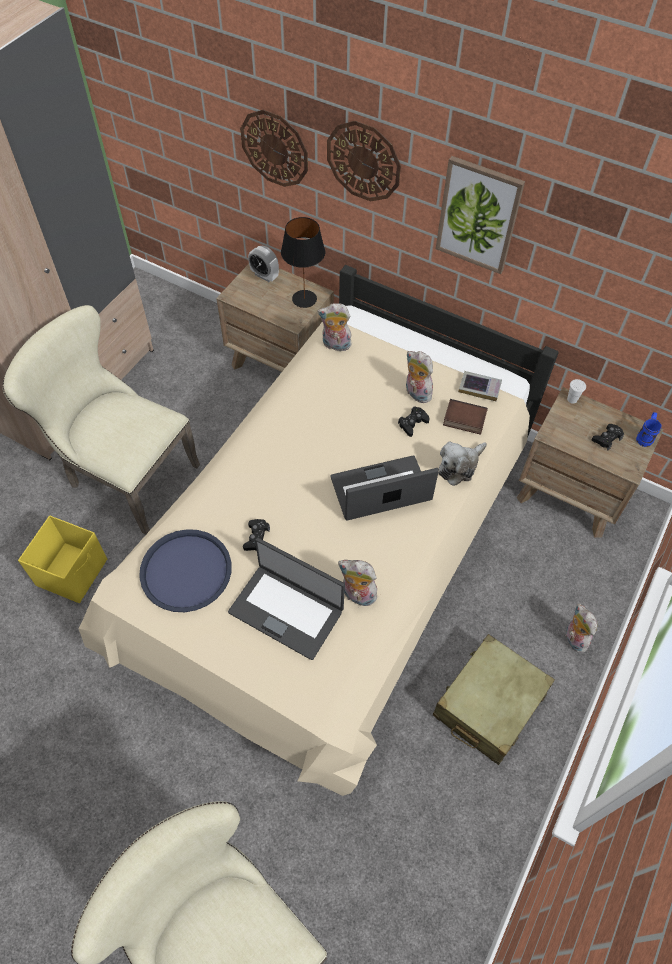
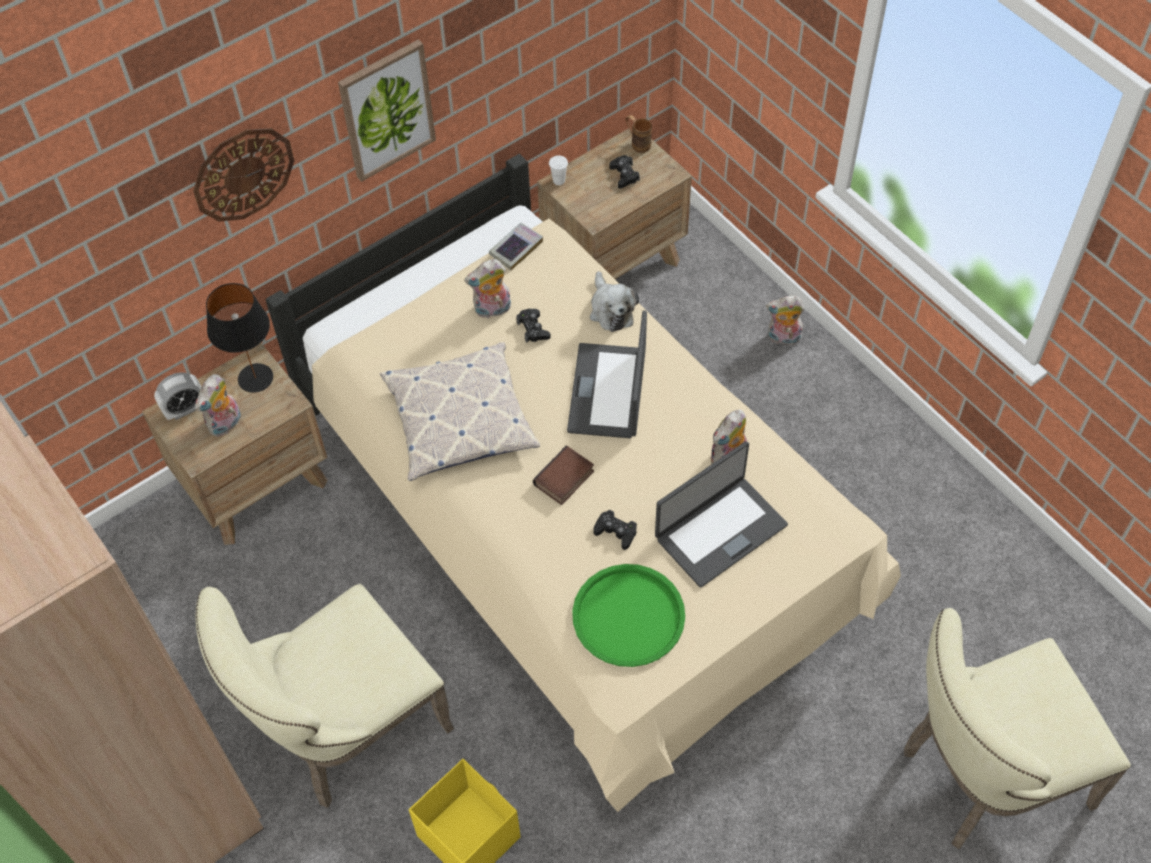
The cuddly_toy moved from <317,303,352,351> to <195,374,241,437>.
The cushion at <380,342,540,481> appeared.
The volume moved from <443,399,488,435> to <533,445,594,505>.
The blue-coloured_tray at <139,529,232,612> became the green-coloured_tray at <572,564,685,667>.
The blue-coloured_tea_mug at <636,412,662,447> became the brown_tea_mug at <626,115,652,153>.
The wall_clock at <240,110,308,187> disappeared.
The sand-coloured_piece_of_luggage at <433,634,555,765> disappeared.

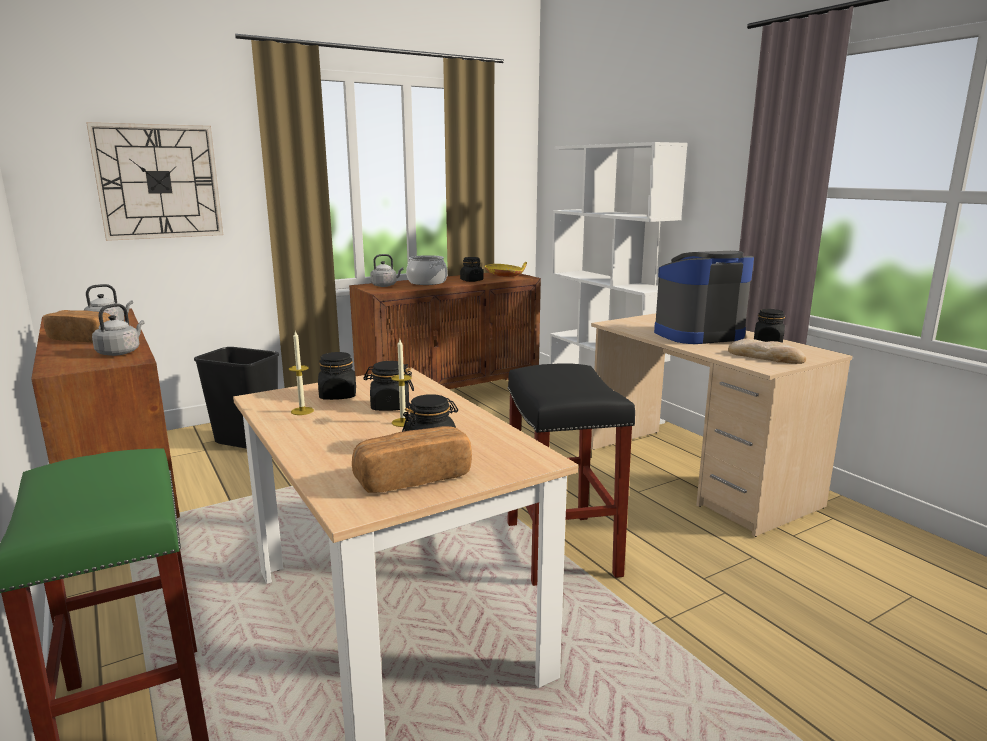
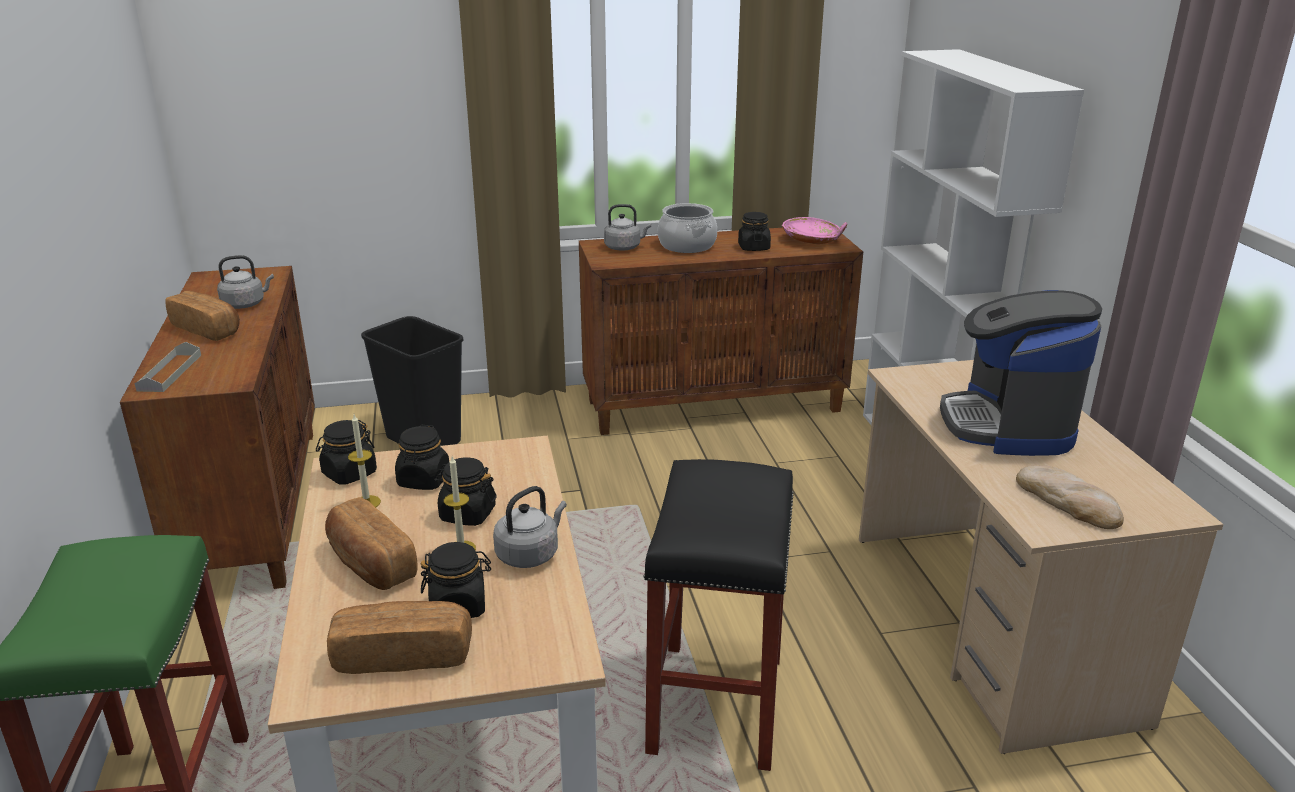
The greyish_tray at <135,342,201,392> appeared.
The blackish_jar moved from <754,309,785,343> to <316,420,377,485>.
The bakery_bread at <325,497,417,590> appeared.
The greyish_tea_kettle moved from <92,304,145,356> to <493,486,567,568>.
The yellow-coloured_bowl at <484,262,527,277> became the pinkish_bowl at <782,217,847,244>.
The coffee_machine at <654,251,754,344> turned 90 degrees counterclockwise.
The wall_clock at <86,122,223,241> disappeared.

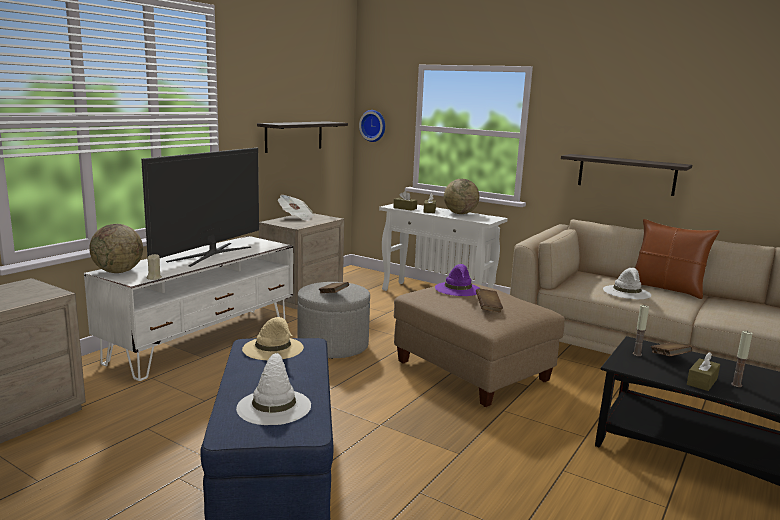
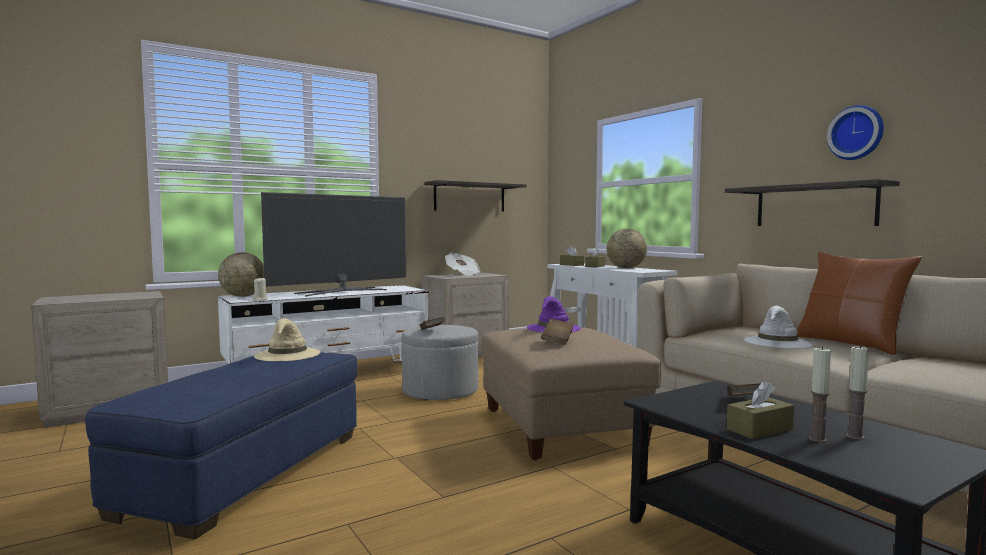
The wall_clock moved from <359,110,385,142> to <827,105,884,160>.
The wax_light moved from <633,305,649,356> to <846,345,869,440>.
The whitish_wearable_hat at <236,353,311,425> disappeared.

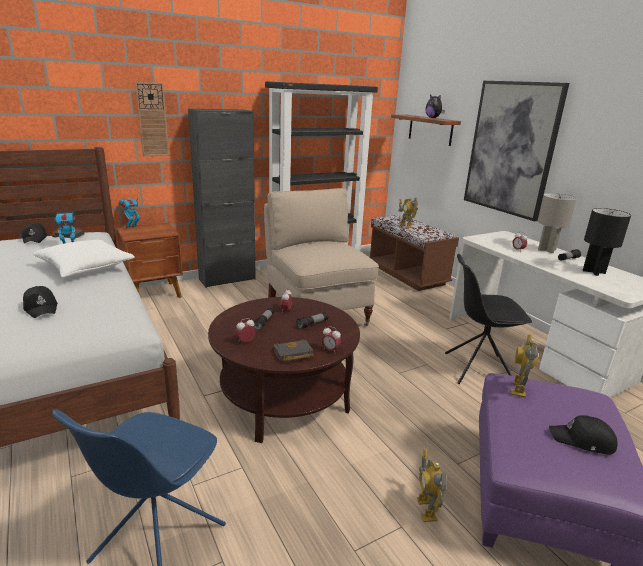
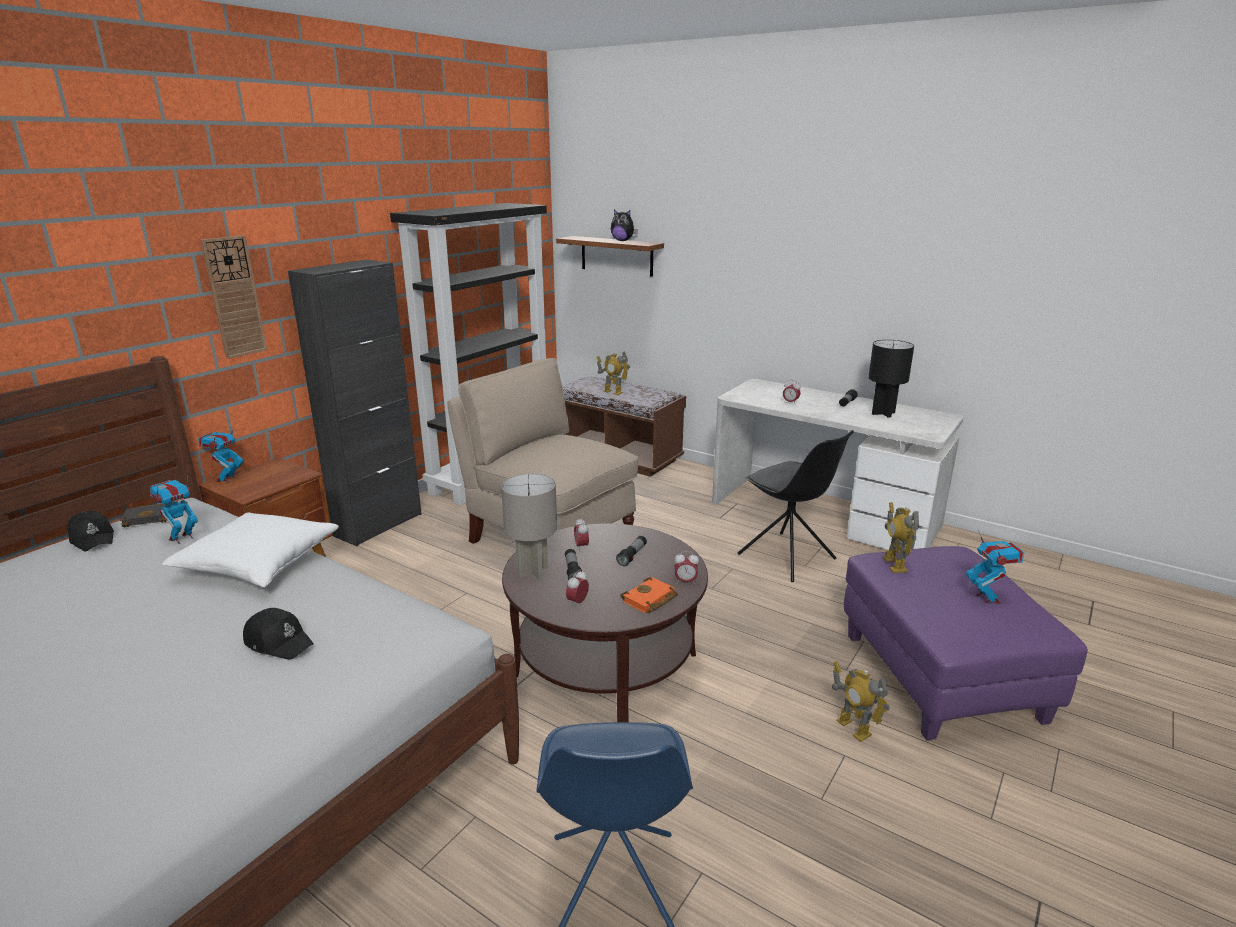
The greyish_table_lamp moved from <538,193,577,253> to <501,474,557,579>.
The blackish_volume at <274,339,314,362> became the orange-coloured_volume at <620,577,678,613>.
The blackish_plain_chair at <445,254,532,384> turned 105 degrees counterclockwise.
The blackish_baseball_cap at <549,415,618,455> was replaced by the robot_figure at <966,530,1024,604>.
The picture at <464,81,569,221> disappeared.

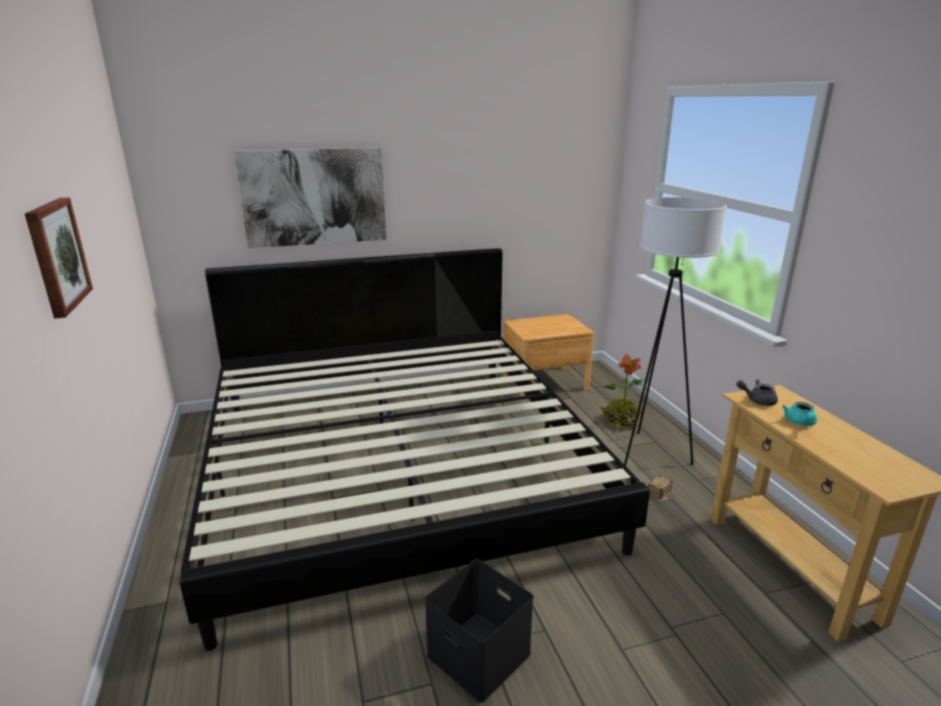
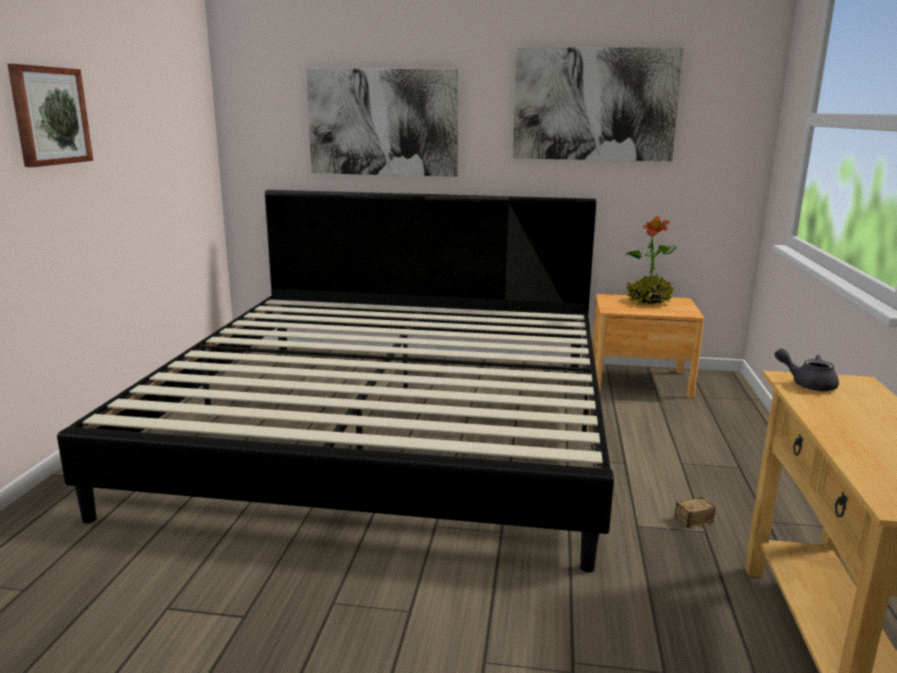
The picture at <513,47,684,161> appeared.
The houseplant moved from <600,354,645,430> to <626,216,677,306>.
The blackish_storage_bin at <425,559,533,703> disappeared.
The whitish_standard_lamp at <624,197,727,466> disappeared.
The blue-green_tea_pot at <782,402,817,426> disappeared.

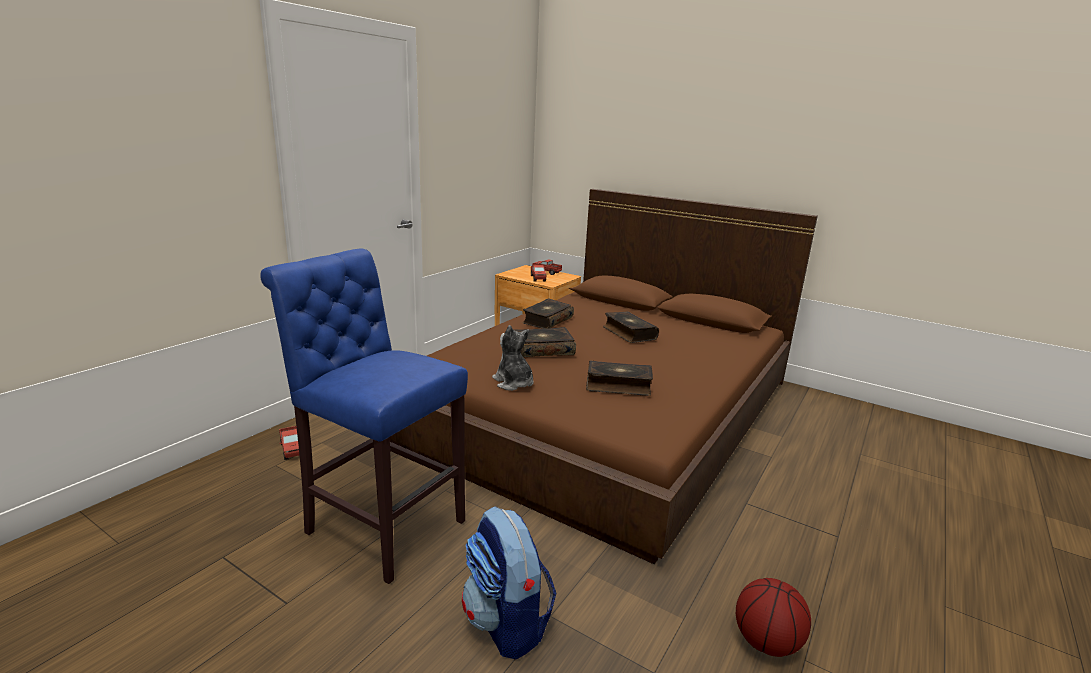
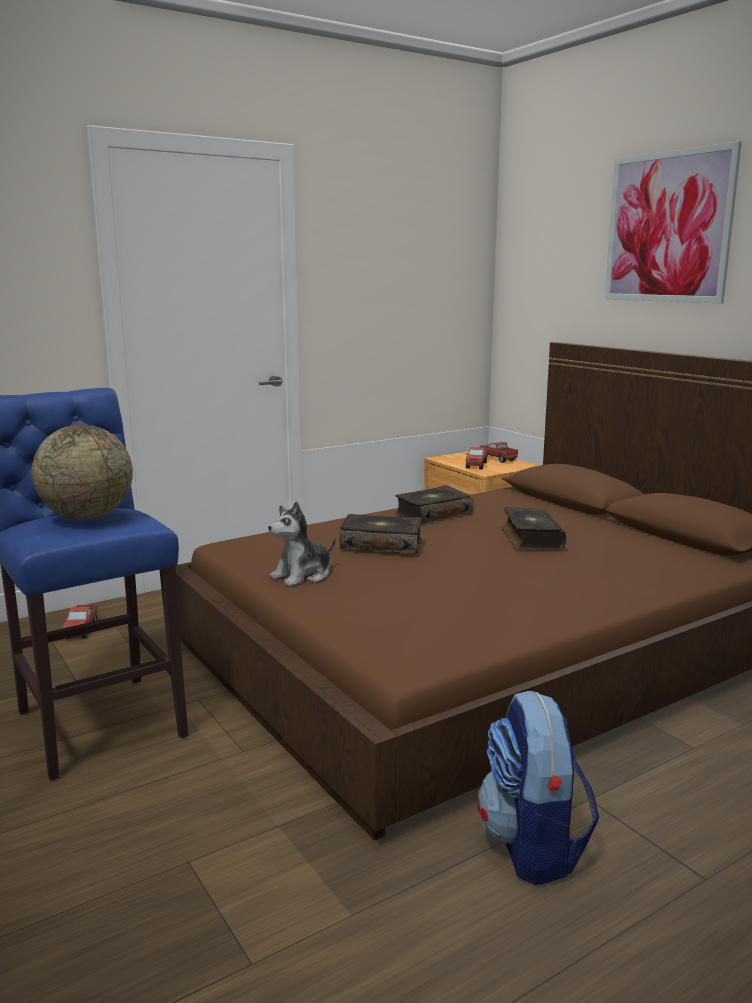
The globe at <32,425,133,520> appeared.
The cuddly_toy at <492,325,534,391> turned 120 degrees counterclockwise.
The knapsack moved from <462,506,556,660> to <477,690,599,885>.
The picture at <604,141,742,303> appeared.
The volume at <586,360,653,396> disappeared.
The basketball_ball at <736,578,811,657> disappeared.

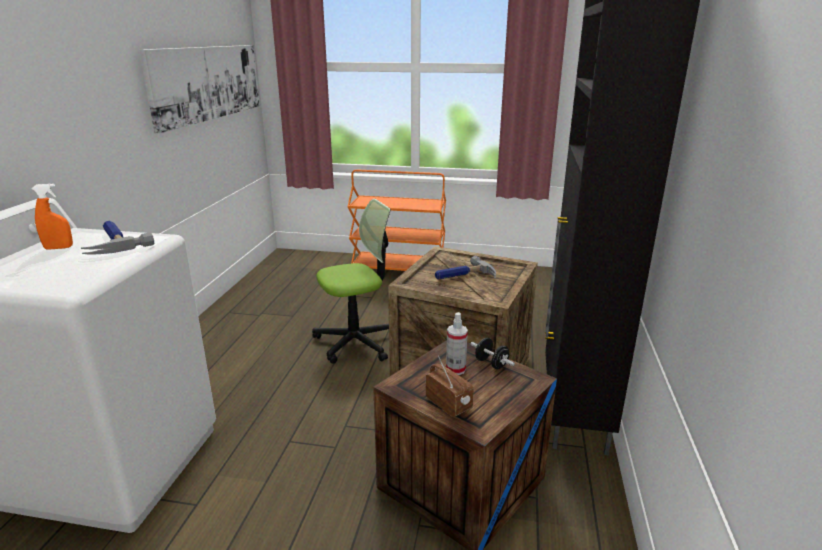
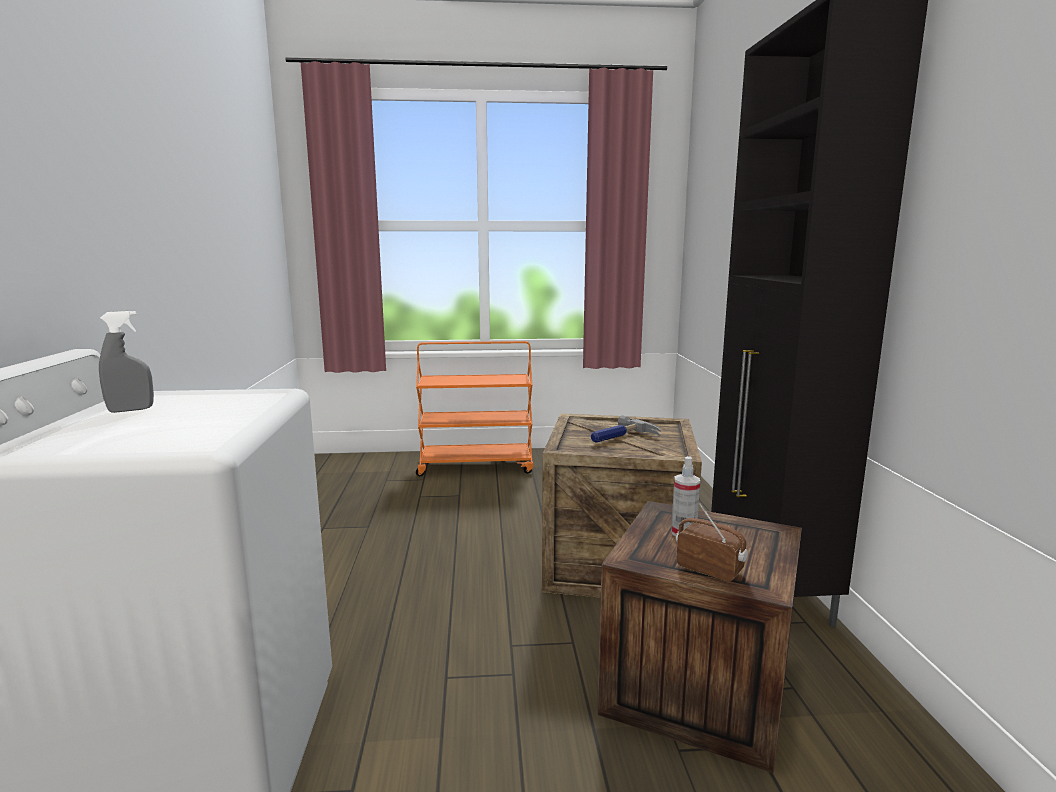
The orange-coloured_spray_bottle at <31,183,73,250> became the greyish_spray_bottle at <99,311,154,413>.
The hammer at <81,220,154,255> disappeared.
The picture at <139,45,260,134> disappeared.
The desk_chair at <312,199,391,364> disappeared.
The blackish_hand_weight at <471,338,515,370> disappeared.

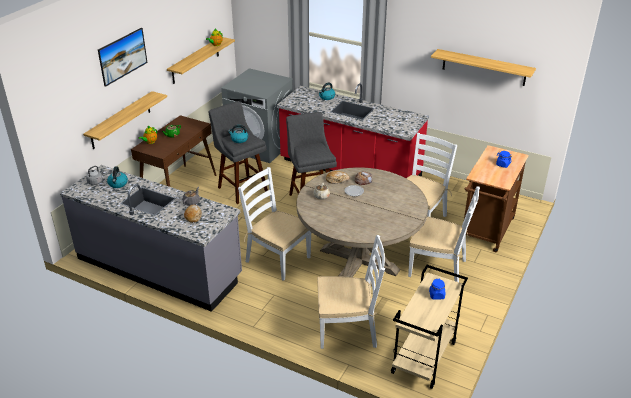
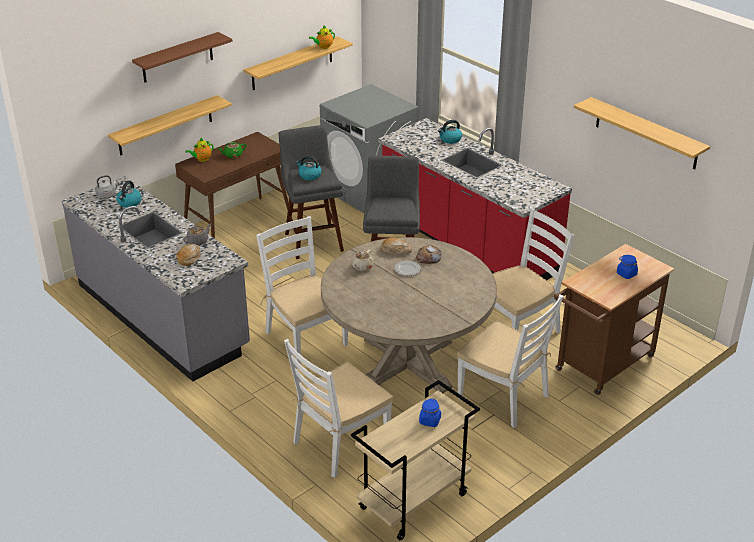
The picture at <98,28,148,87> was replaced by the brown_bracket_shelf at <132,32,232,83>.
The whitish_plain_chair at <318,235,385,349> turned 120 degrees clockwise.

